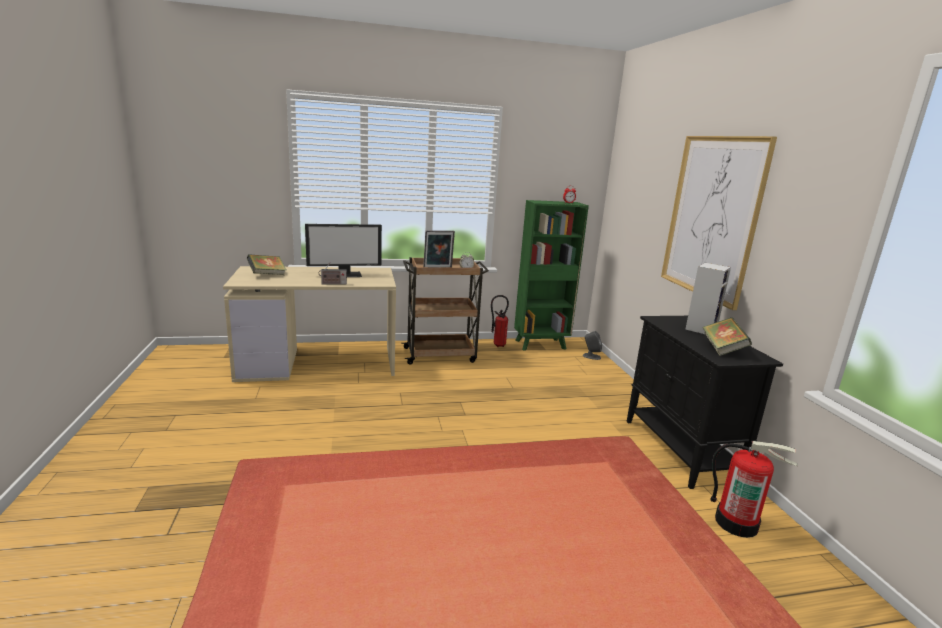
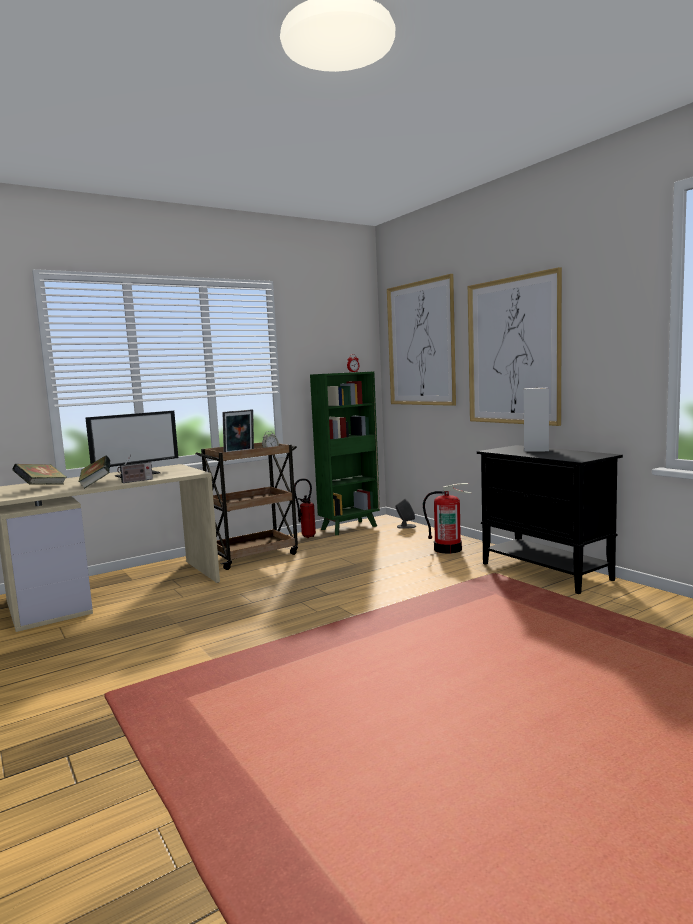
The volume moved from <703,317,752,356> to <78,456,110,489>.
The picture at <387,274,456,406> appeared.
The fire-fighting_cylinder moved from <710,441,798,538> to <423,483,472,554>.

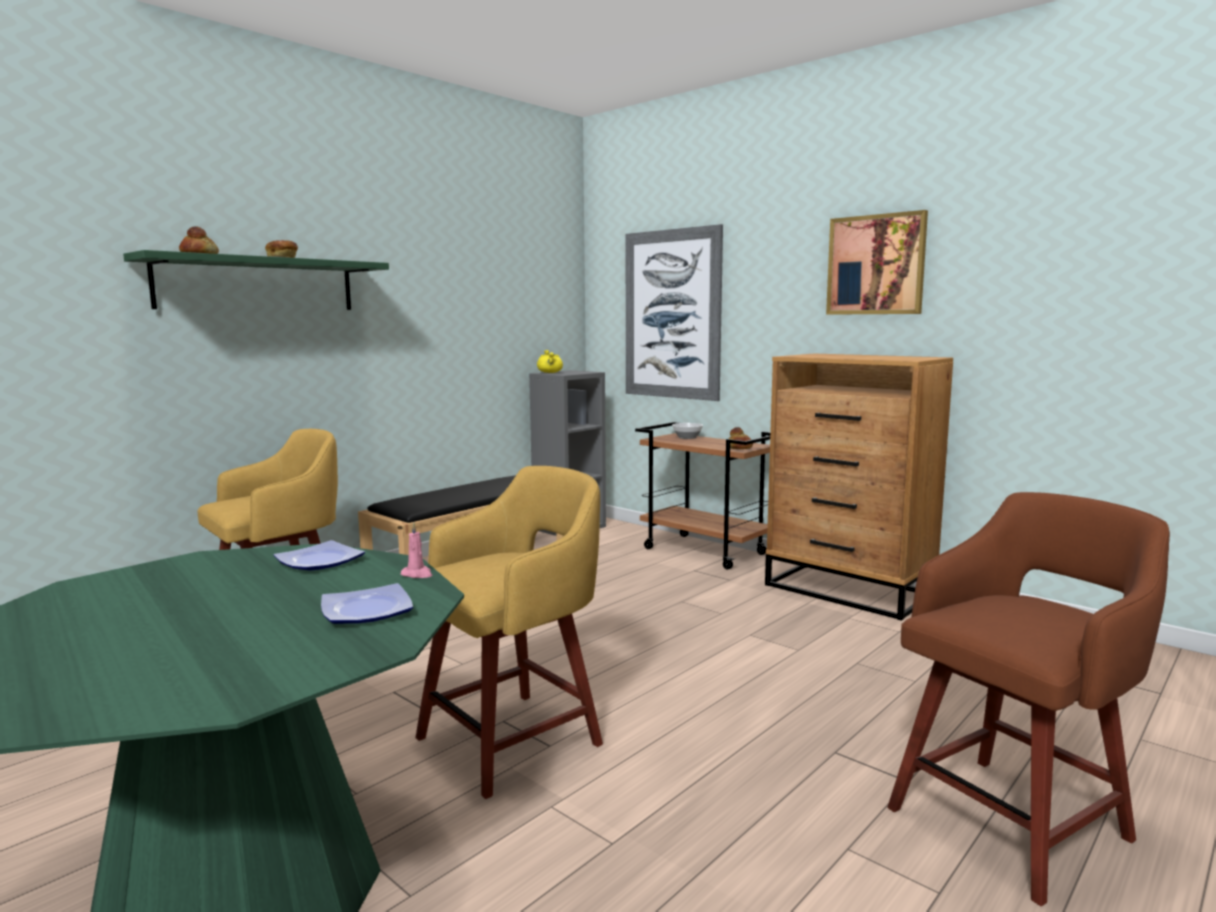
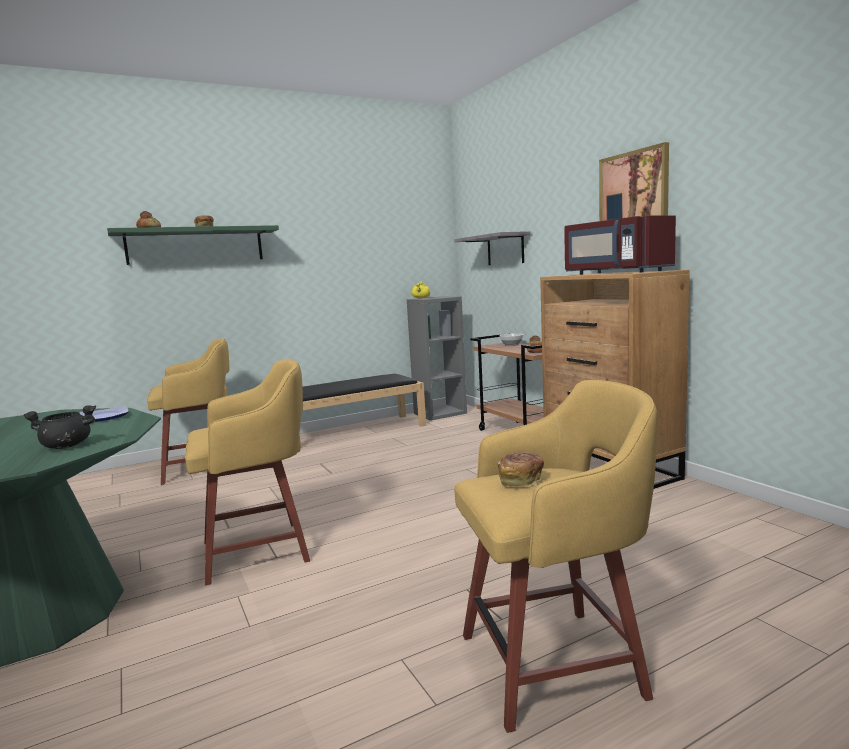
The dinner_plate at <321,583,413,624> was replaced by the blackish_cooking_pot at <23,405,96,449>.
The picture at <626,224,723,401> was replaced by the greyish_bracket_shelf at <454,231,531,265>.
The brown_sitting_stool at <887,492,1170,906> became the yellow-coloured_sitting_stool at <454,380,658,733>.
The bakery_bread at <498,452,544,487> appeared.
The reddish_microwave at <564,215,676,275> appeared.
The pinkish_wax_light at <401,522,433,578> disappeared.

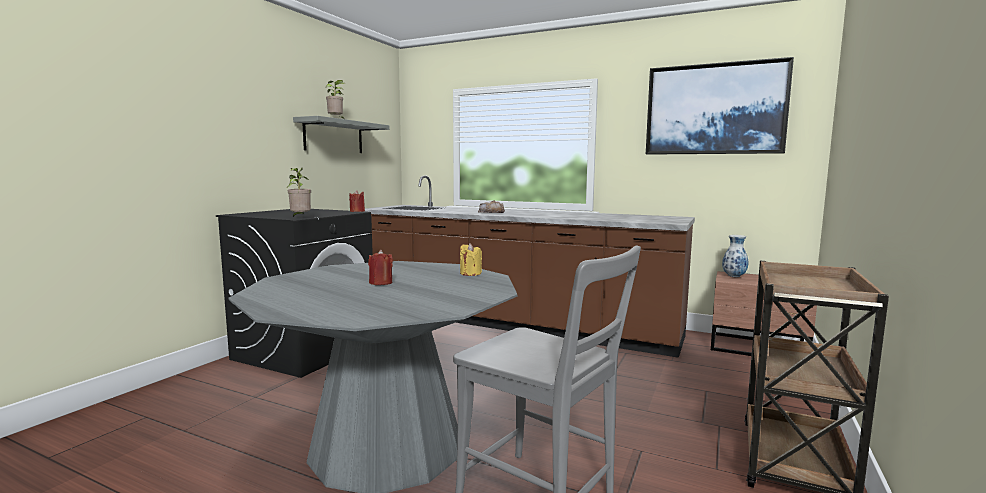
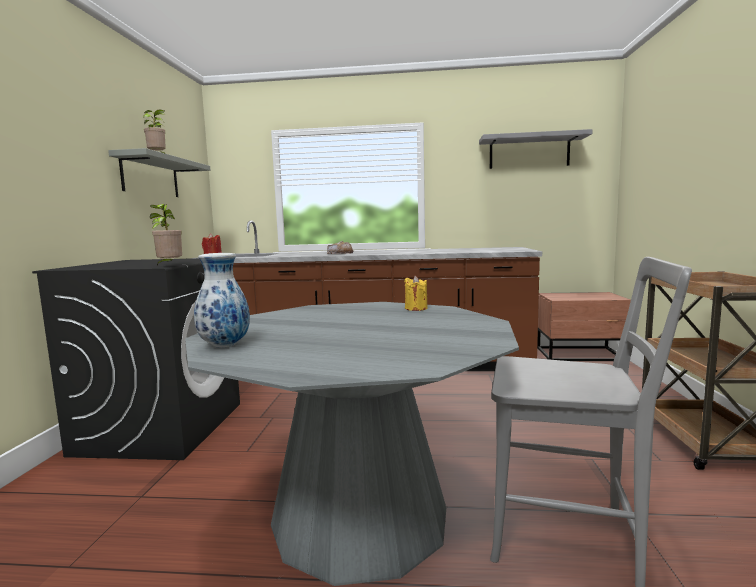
The flower_vase moved from <722,235,748,277> to <194,253,250,347>.
The picture at <646,57,794,155> was replaced by the greyish_bracket_shelf at <479,129,593,169>.
The reddish_wax_light at <368,250,393,285> disappeared.

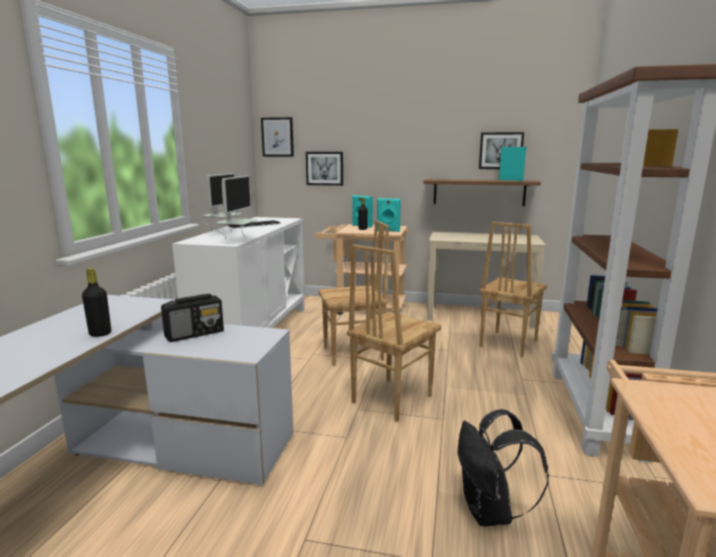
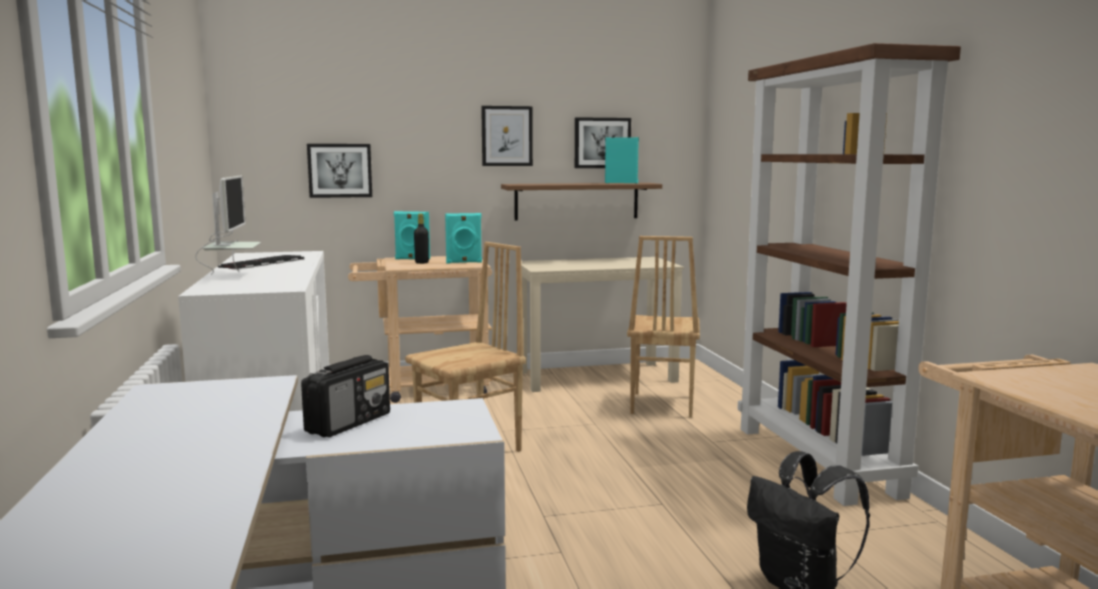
The picture moved from <261,117,294,157> to <481,106,533,166>.
The blackish_drink_bottle at <82,268,111,337> disappeared.
The computer_screen at <215,175,258,239> disappeared.
The brown_plain_chair at <347,245,441,422> disappeared.

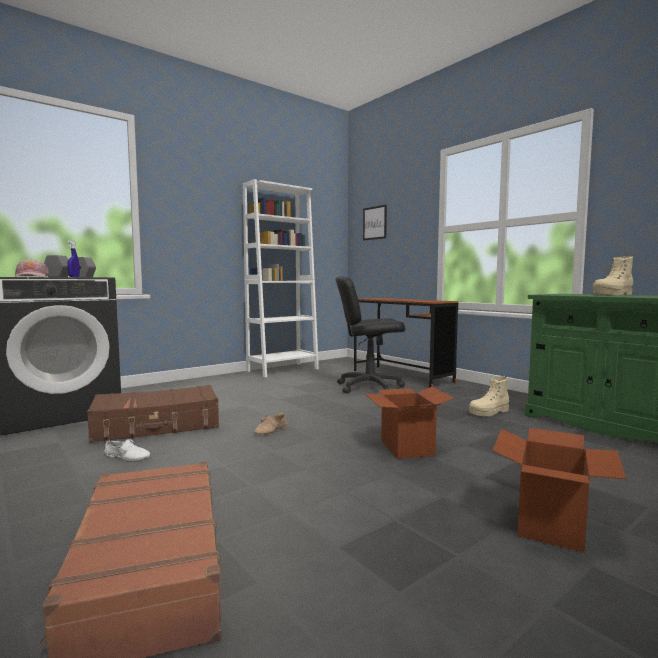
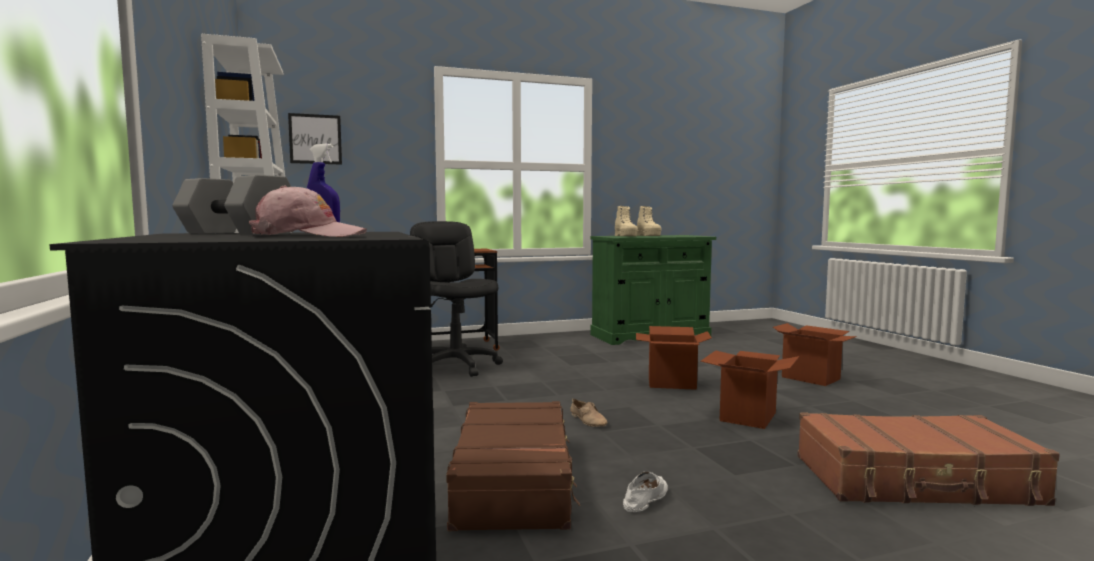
The blackish_desk_chair at <336,276,405,394> turned 135 degrees clockwise.
The sand-coloured_tall_boot moved from <469,376,509,416> to <615,206,638,236>.
The cardboard_box at <701,350,799,429> appeared.

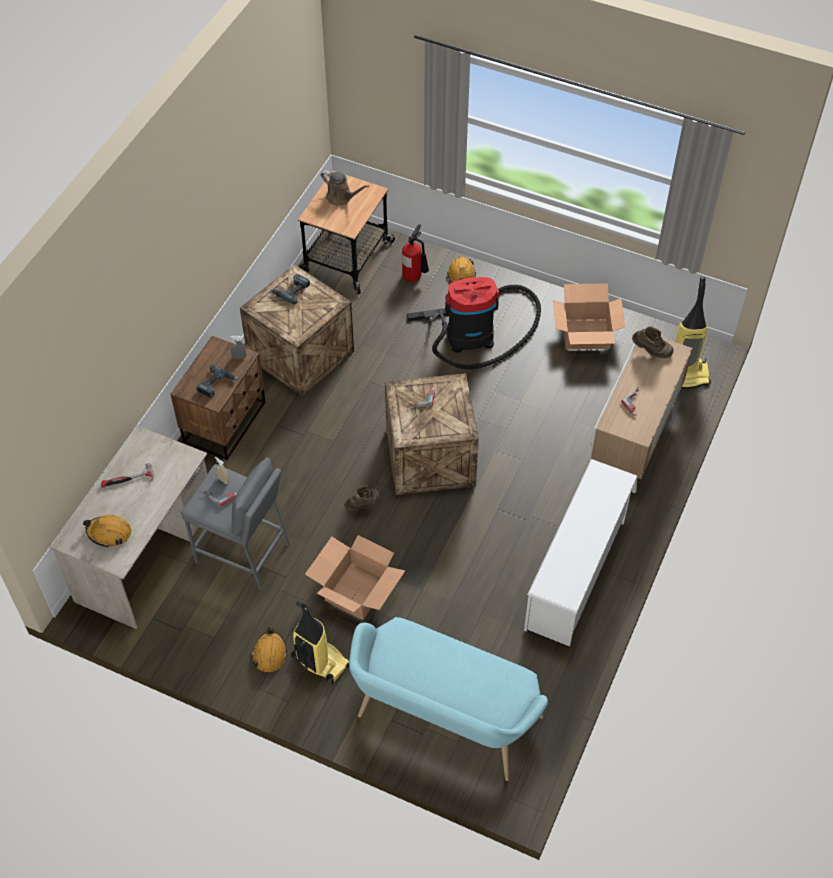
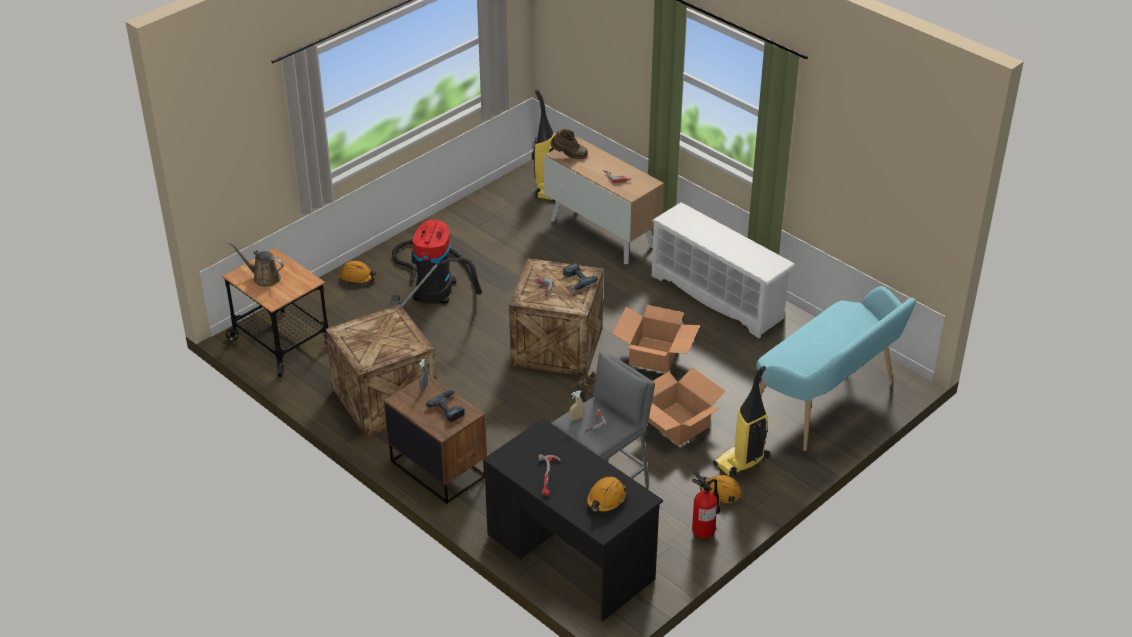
The brown_watering_pot at <321,170,369,206> turned 120 degrees counterclockwise.
The sand-coloured_desk_unit at <50,426,207,629> became the blackish_desk_unit at <483,419,663,621>.
The brown_tall_boot at <632,326,674,358> turned 60 degrees clockwise.
The electric_drill moved from <271,274,310,304> to <563,263,598,290>.
The cardboard_box moved from <553,283,625,350> to <613,305,700,373>.
The fire-fighting_cylinder moved from <402,224,429,282> to <692,470,721,539>.

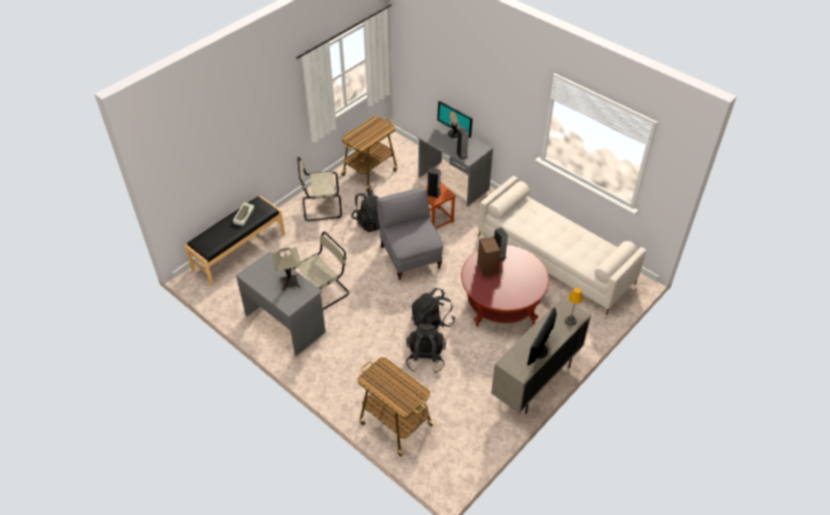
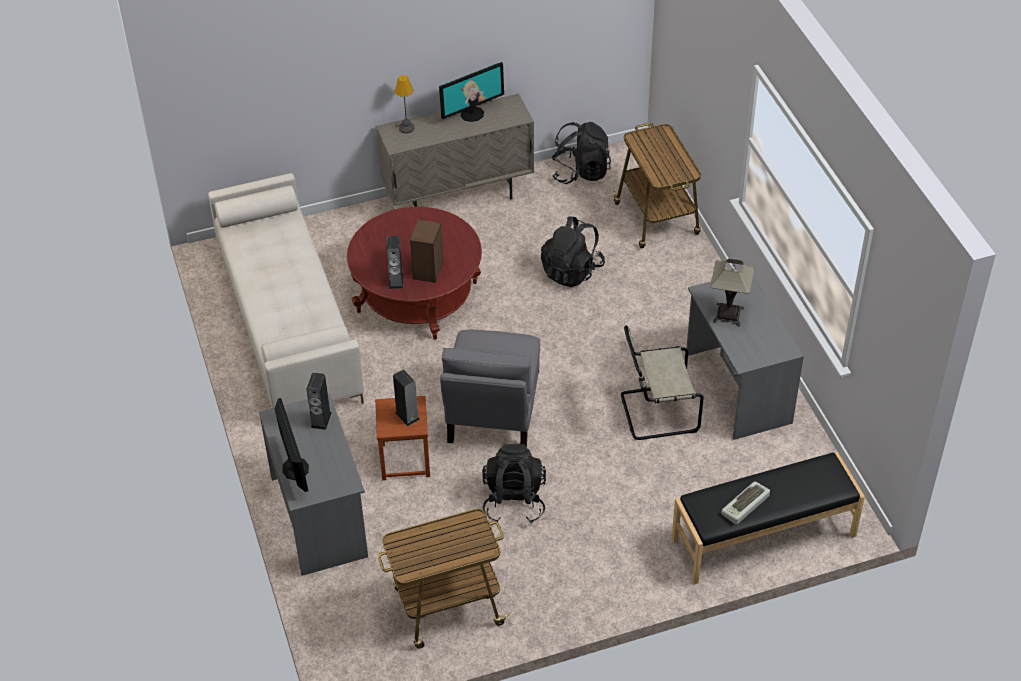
The blackish_knapsack moved from <411,288,455,331> to <551,122,611,184>.
The sand-coloured_plain_chair at <297,157,342,221> disappeared.

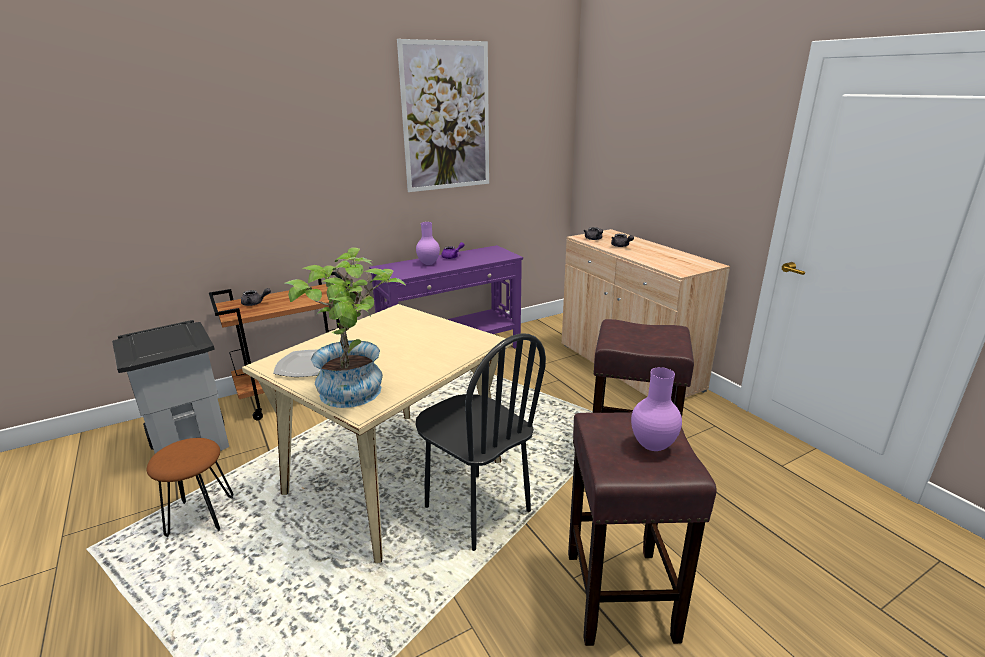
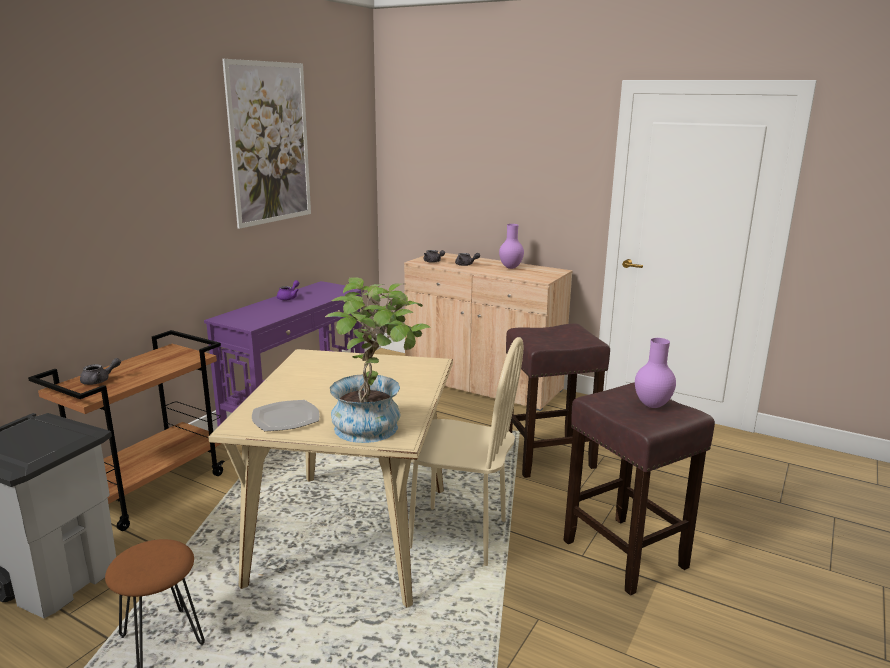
The blackish_plain_chair at <415,334,546,551> became the sand-coloured_plain_chair at <409,337,523,566>.
The purple-coloured_flower_vase moved from <416,222,440,265> to <499,224,524,269>.

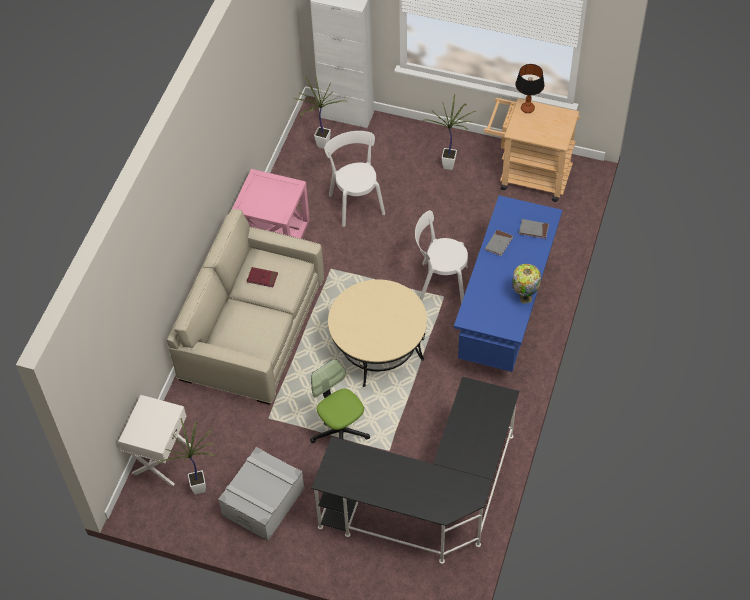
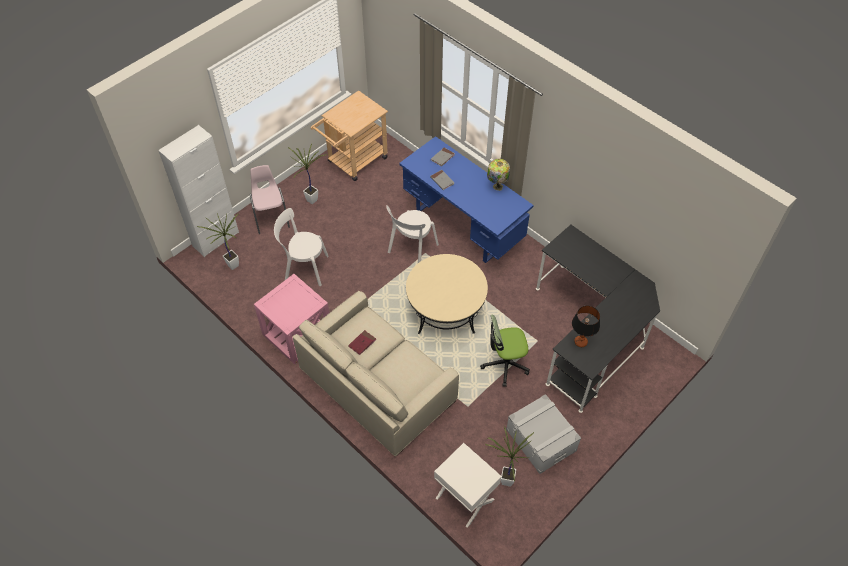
The pinkish_plain_chair at <250,165,290,234> appeared.
The table_lamp moved from <515,64,545,113> to <572,306,600,347>.

